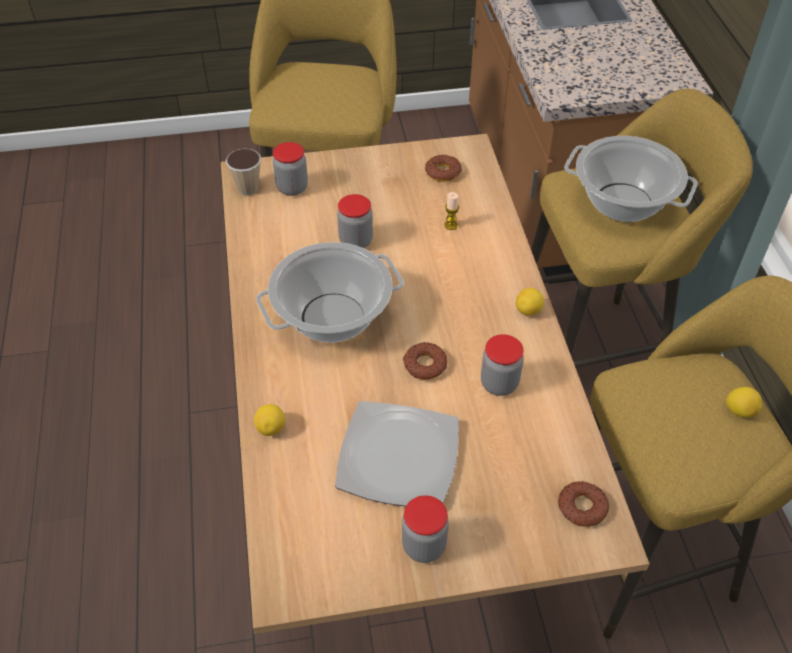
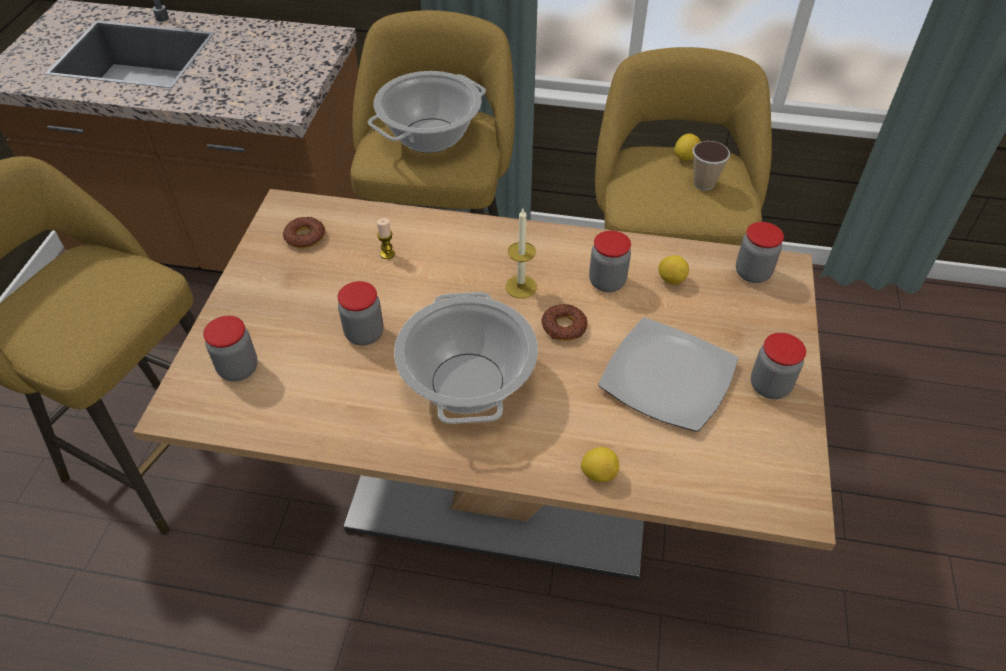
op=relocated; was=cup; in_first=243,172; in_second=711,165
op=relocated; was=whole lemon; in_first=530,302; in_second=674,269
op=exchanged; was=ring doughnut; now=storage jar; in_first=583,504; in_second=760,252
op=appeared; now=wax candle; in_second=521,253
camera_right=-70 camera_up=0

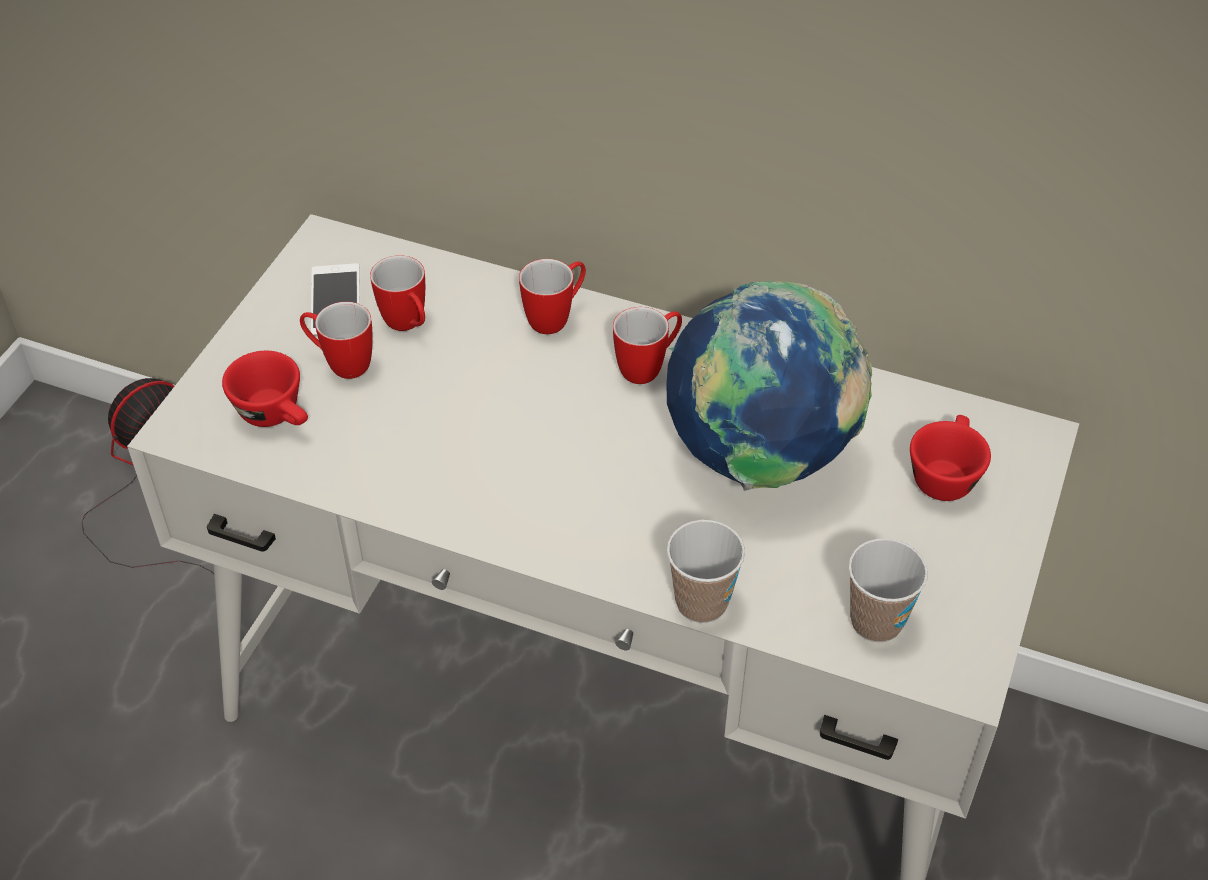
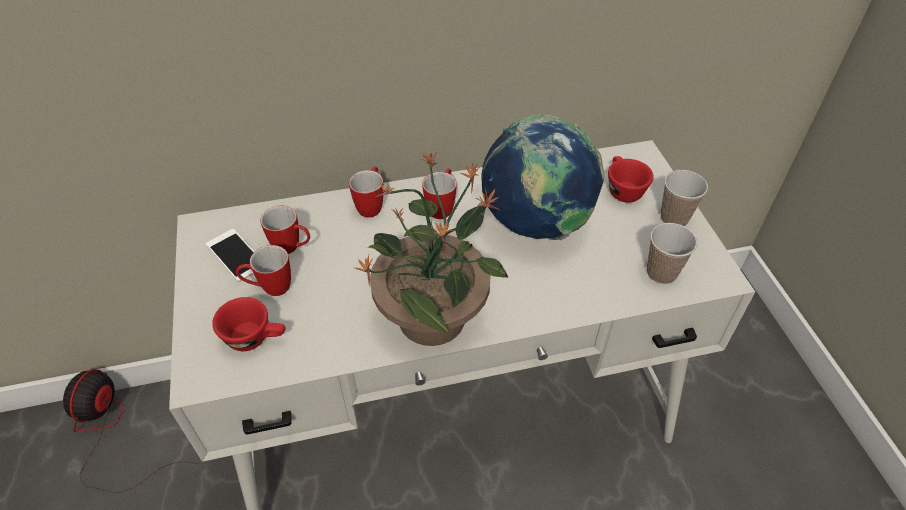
op=relocated; was=cup; in_first=706,571; in_second=684,198
op=appeared; now=potted plant; in_second=431,248
camera_right=-35 camera_up=0

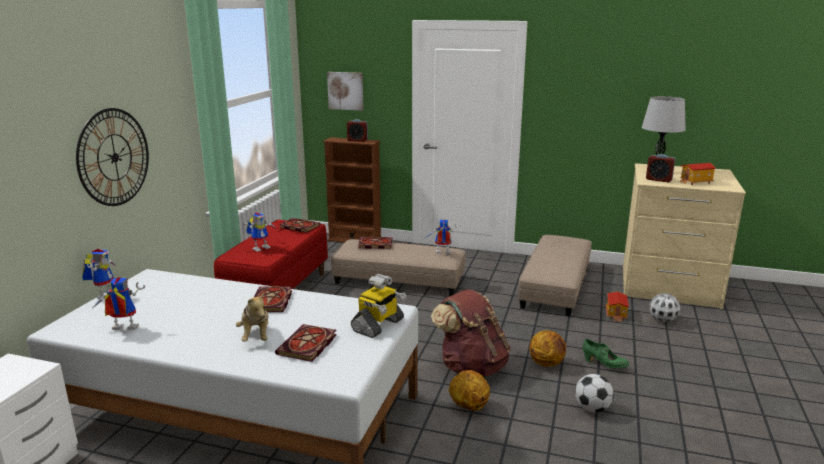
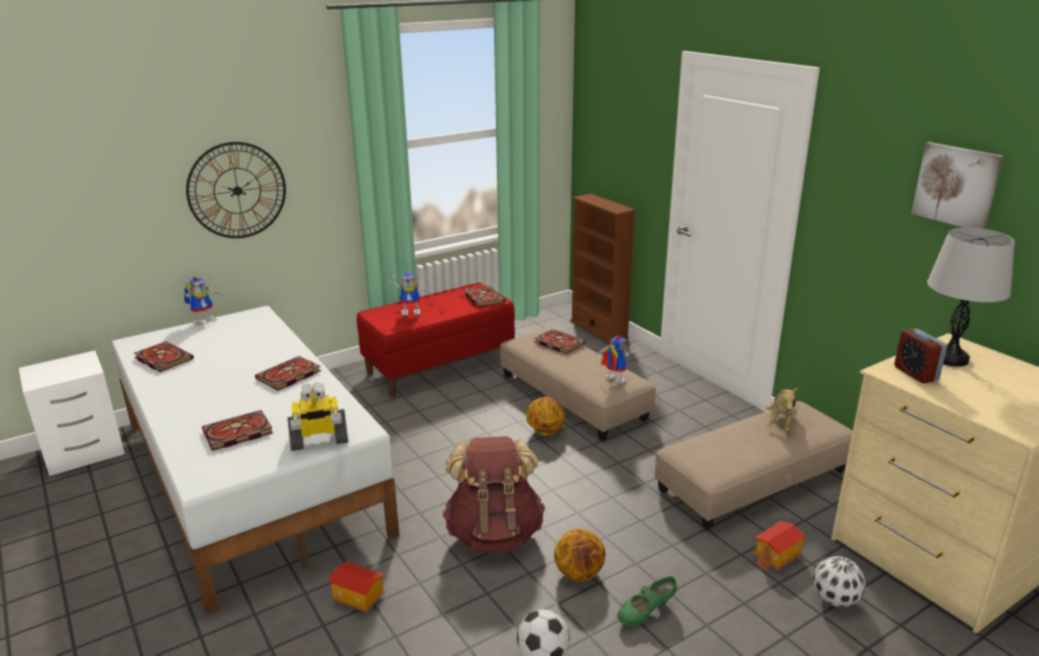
op=relocated; was=wall art; in_first=345,91; in_second=957,185
op=missing; was=bedside clock; in_first=357,130
op=relocated; was=model house; in_first=698,174; in_second=357,587
op=exchanged; was=robot figure; now=bound book; in_first=119,304; in_second=163,356
op=relocated; was=cuddly toy; in_first=252,317; in_second=782,409
op=spun; was=green-coloured low shoe; in_first=605,353; in_second=647,601; clockwise=75
op=relocated; was=basketball; in_first=469,390; in_second=545,416
camera_right=40 camera_up=5

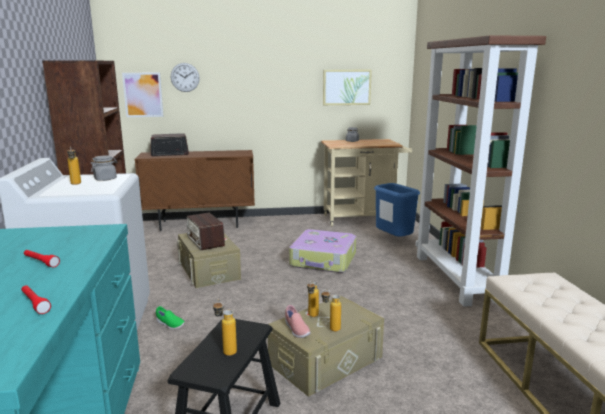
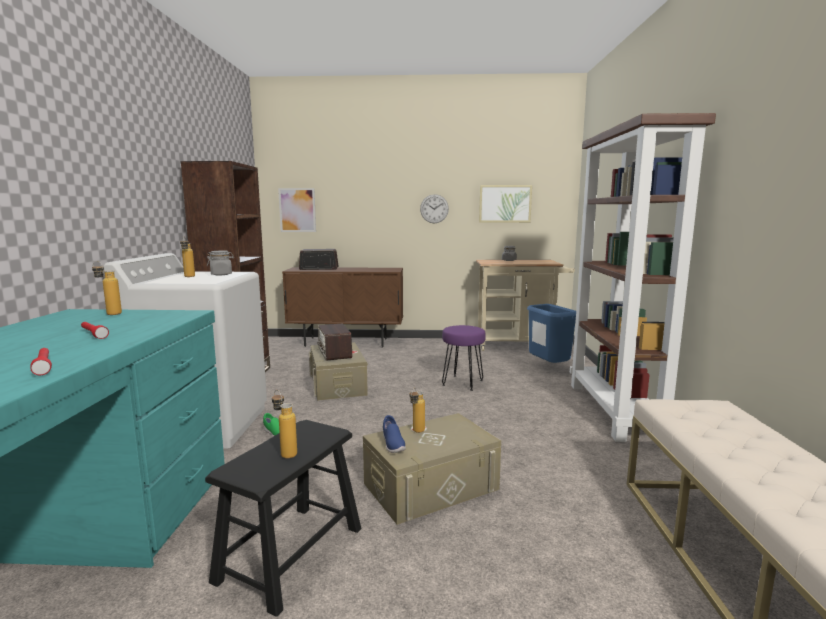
op=relocated; was=clock on the wall; in_first=185,77; in_second=434,208
op=exchanged; was=piece of luggage; now=purple stool seat; in_first=322,251; in_second=464,358
op=relocated; was=bottle; in_first=331,310; in_second=107,288
op=colour; was=pinkish low shoe; now=blue-coloured low shoe; in_first=298,321; in_second=394,434
camera_right=10 camera_up=-5

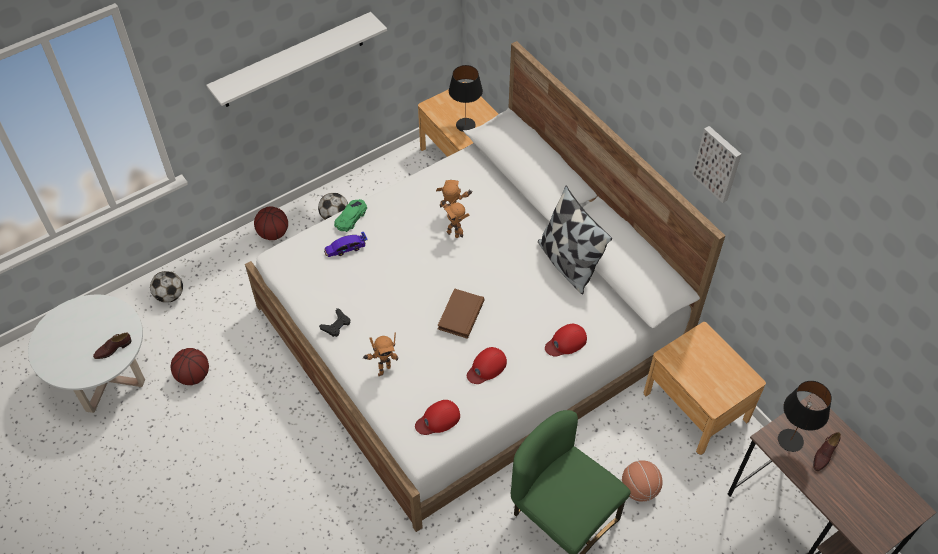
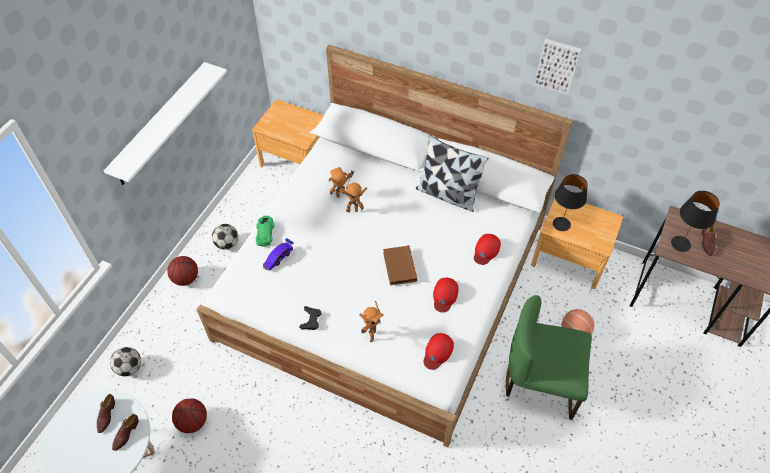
op=relocated; was=black lamp for a table; in_first=466,98; in_second=570,202
op=appeared; now=brown-coloured low shoe; in_second=106,413
camera_right=-30 camera_up=0

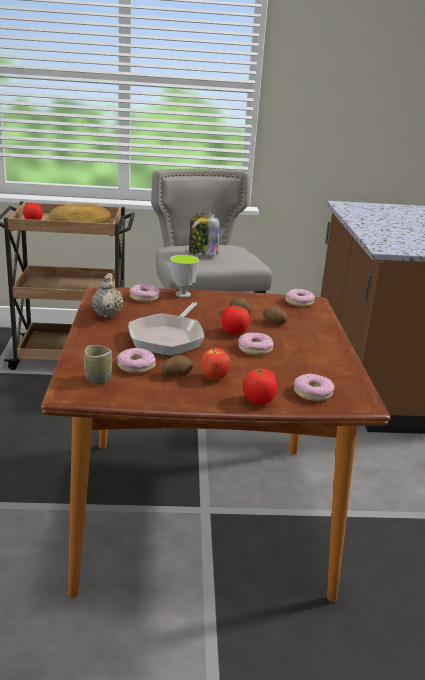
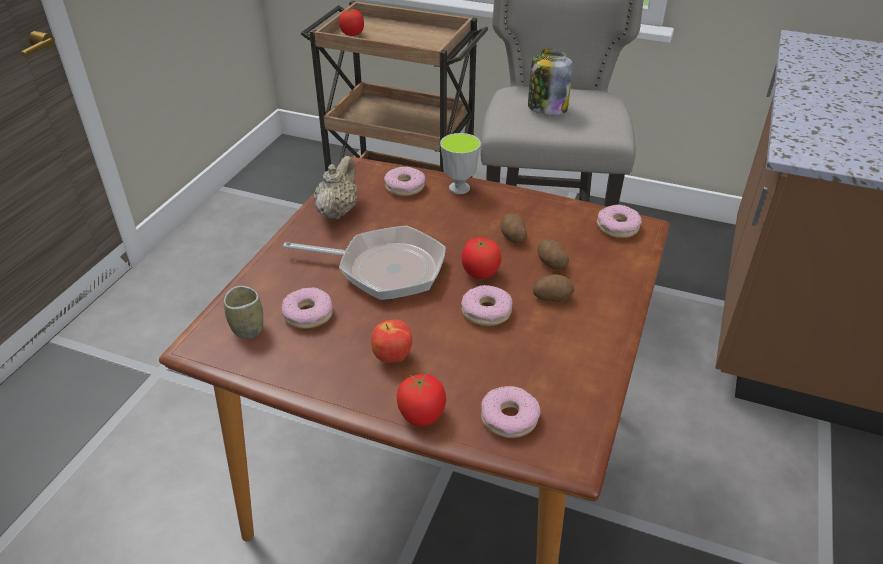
op=missing; was=bakery bread; in_first=80,213
op=spun; was=pan; in_first=166,329; in_second=364,263; clockwise=-120
op=relocated; was=spud; in_first=177,366; in_second=553,288
camera_right=25 camera_up=15

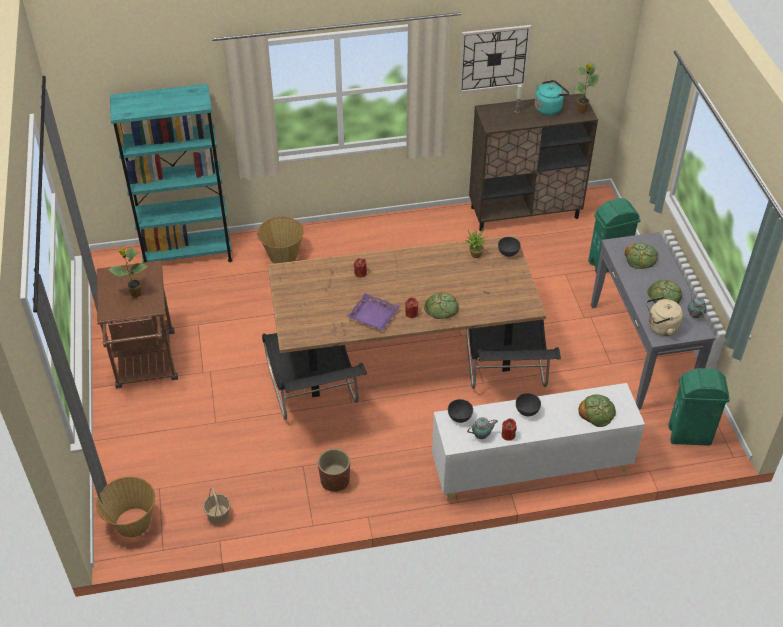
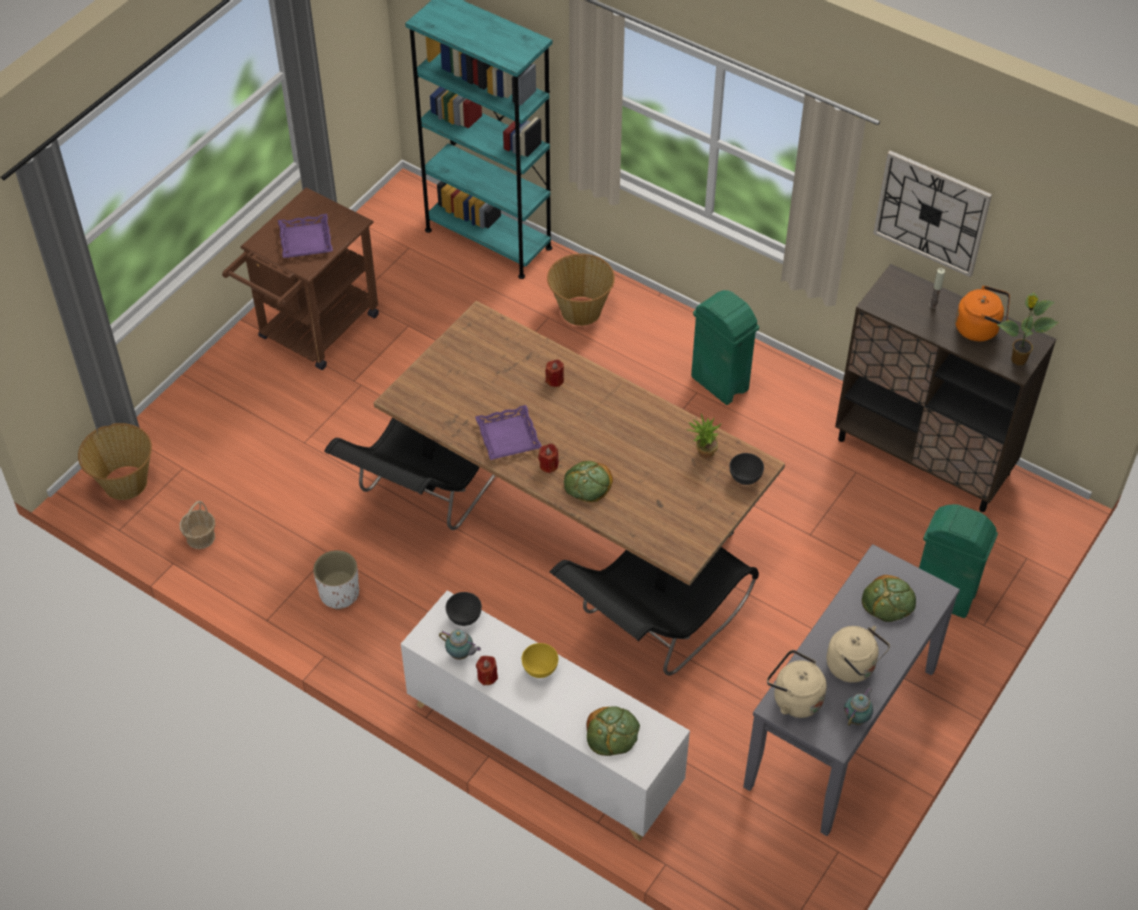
op=colour; was=turquoise-coloured tea kettle; now=orange-coloured tea kettle; in_first=552,97; in_second=982,313
op=exchanged; was=potted plant; now=purple serving tray; in_first=128,272; in_second=305,236
op=exchanged; was=bakery bread; now=sand-coloured tea kettle; in_first=664,292; in_second=858,654
op=relocated; was=green-coloured rubbish bin; in_first=699,407; in_second=725,347
op=colour; was=grey deep dish; now=yellow deep dish; in_first=528,404; in_second=540,660
op=colour; was=brown-coloured plant pot; now=white plant pot; in_first=334,470; in_second=336,580
camera_right=45 camera_up=5

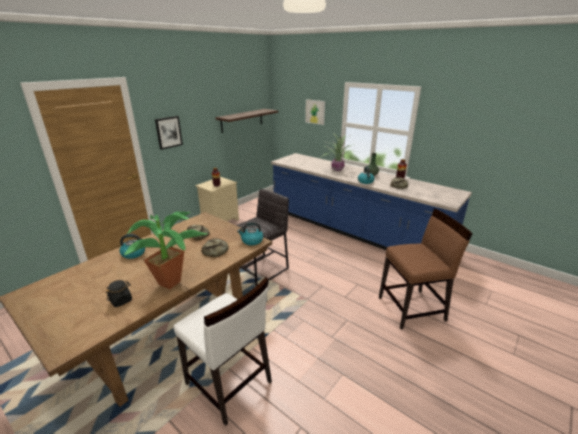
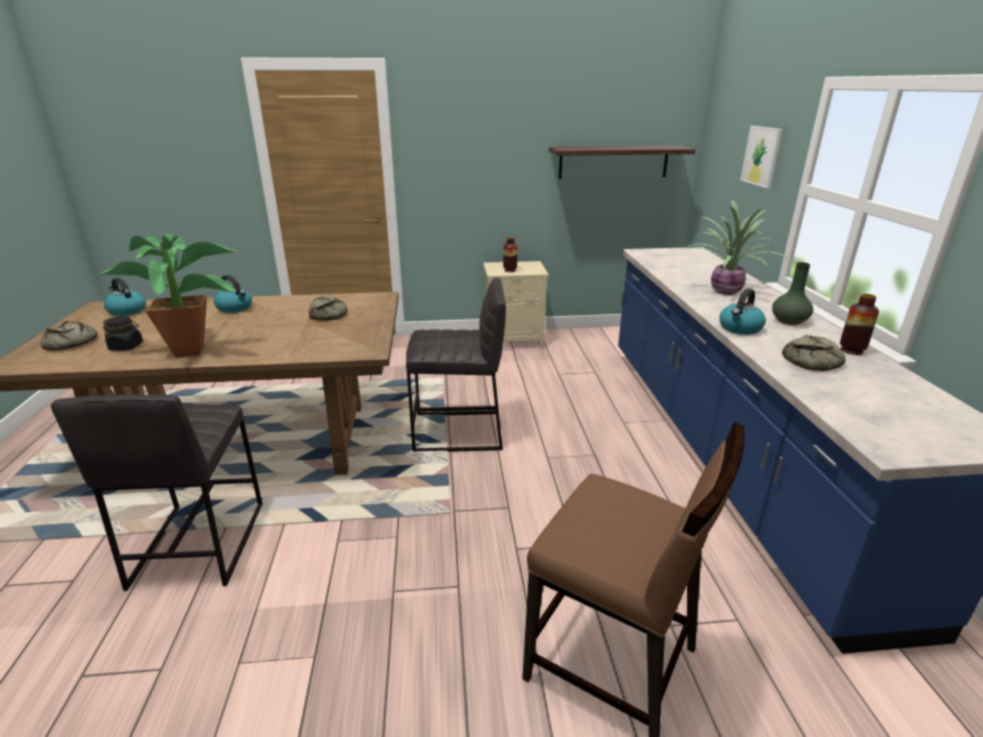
op=missing; was=wall art; in_first=169,133
op=relocated; was=tea kettle; in_first=250,234; in_second=125,297
op=relocated; was=bakery bread; in_first=215,247; in_second=69,335
op=exchanged; was=white chair; now=grey stool seat; in_first=223,351; in_second=157,493
camera_right=45 camera_up=0

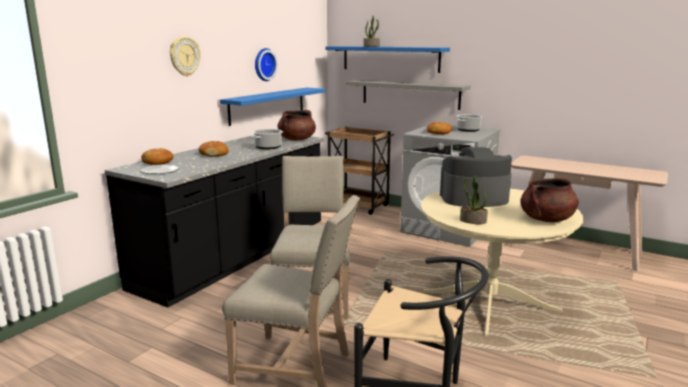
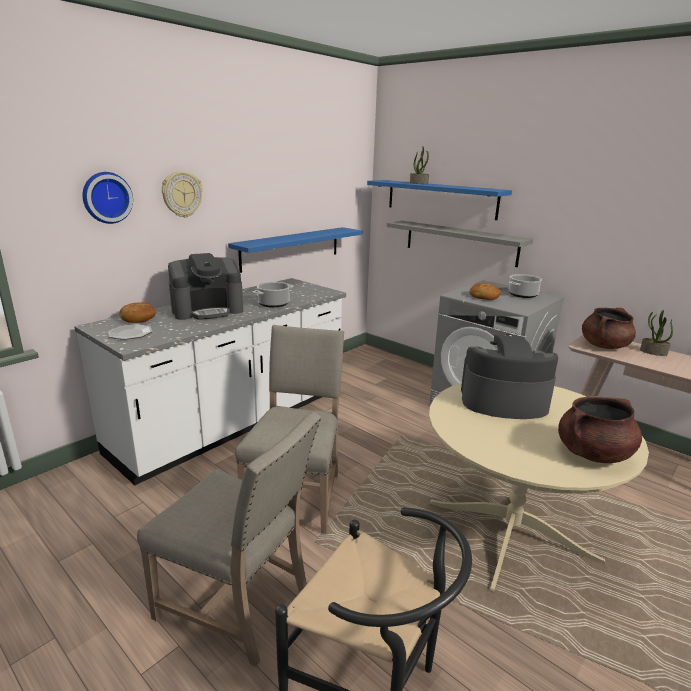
op=relocated; was=clock on the wall; in_first=266,64; in_second=107,198
op=relocated; was=brown-coloured saucepot; in_first=297,125; in_second=609,328
op=missing; was=brown-coloured cart; in_first=359,171
op=colour; was=black kitchen base unit; now=white kitchen base unit; in_first=214,221; in_second=210,381
op=exchanged; was=bakery bread; now=coffee brewer; in_first=214,149; in_second=205,286
op=relocated; was=potted plant; in_first=474,199; in_second=656,333
camera_right=10 camera_up=5

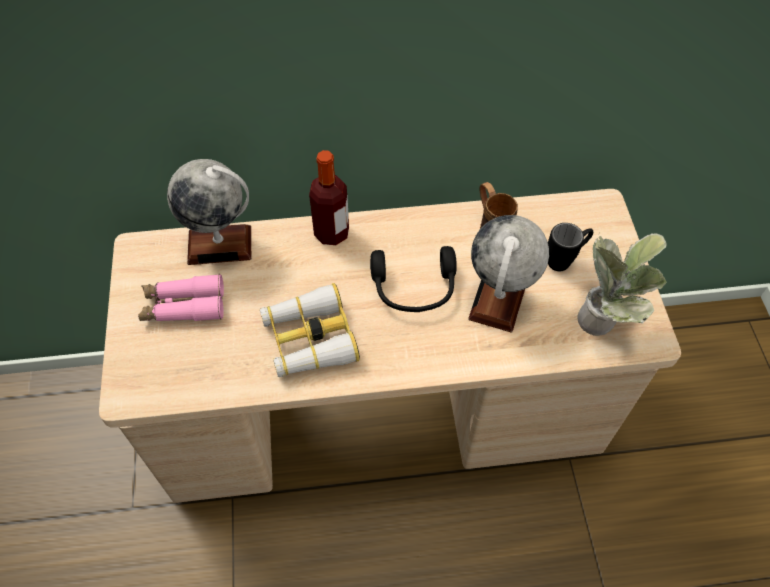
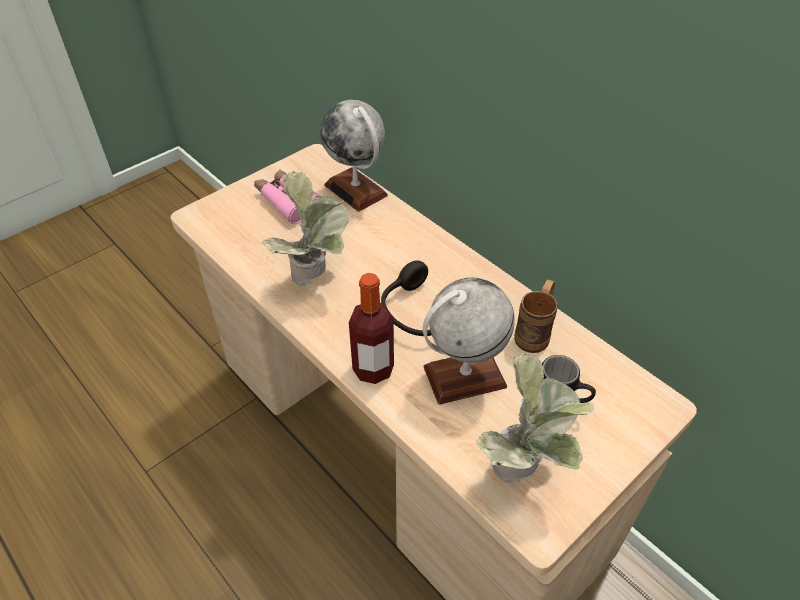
op=relocated; was=bottle; in_first=329,197; in_second=371,328
op=exchanged; was=pair of binoculars; now=potted plant; in_first=310,330; in_second=305,228
camera_right=55 camera_up=-10

